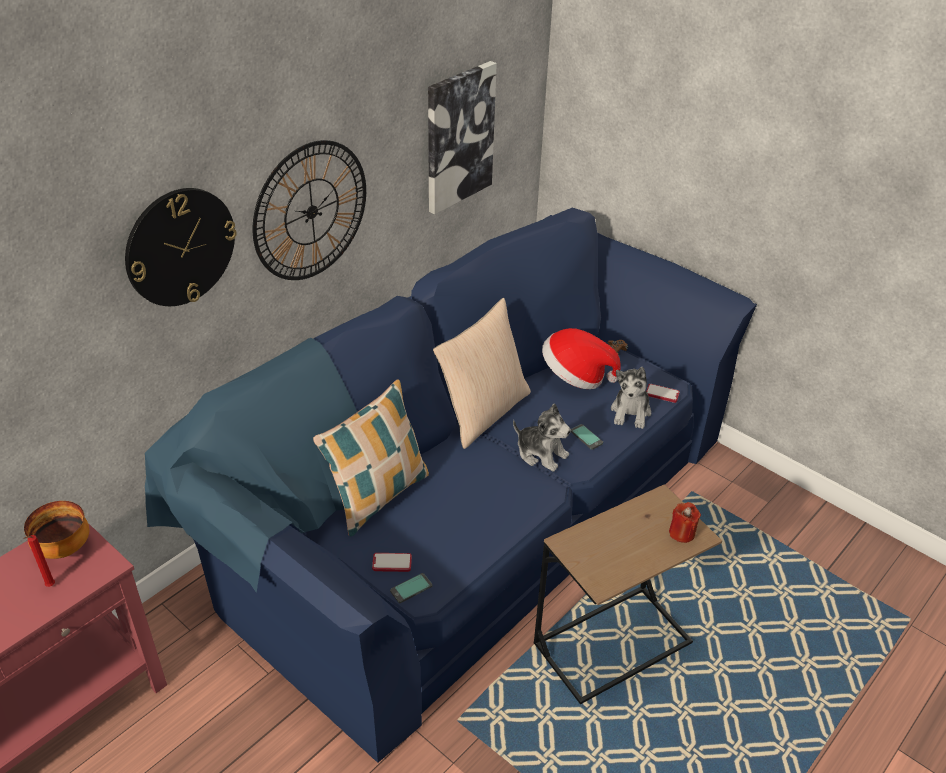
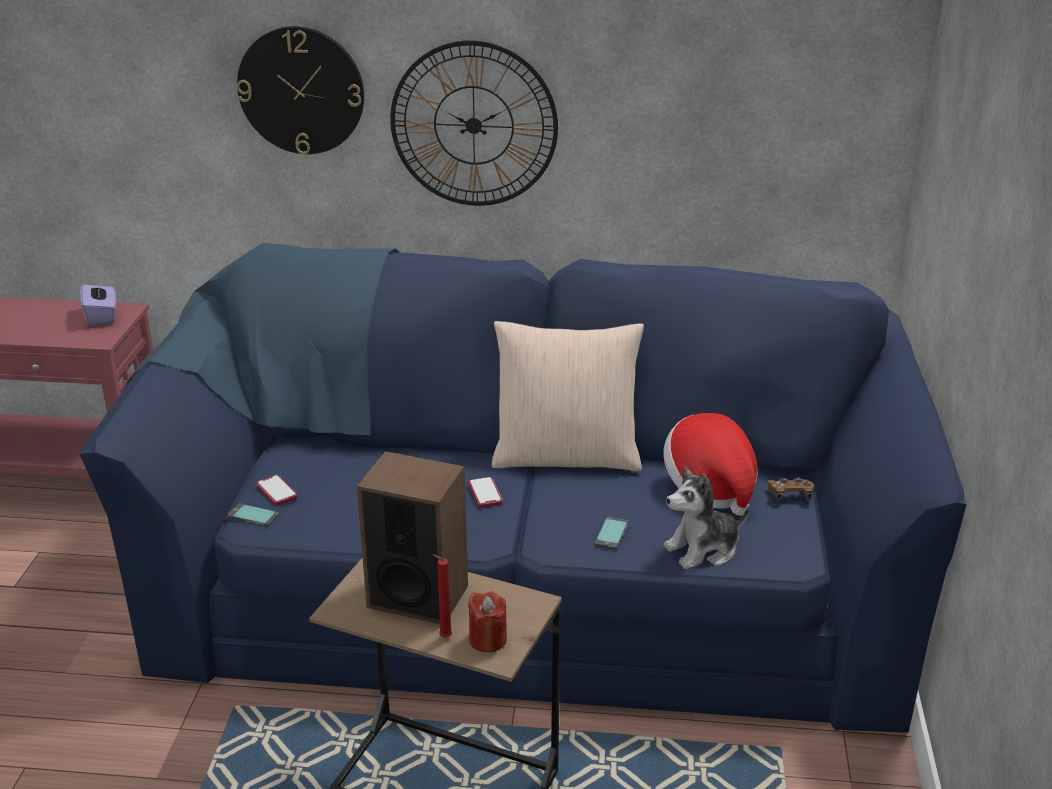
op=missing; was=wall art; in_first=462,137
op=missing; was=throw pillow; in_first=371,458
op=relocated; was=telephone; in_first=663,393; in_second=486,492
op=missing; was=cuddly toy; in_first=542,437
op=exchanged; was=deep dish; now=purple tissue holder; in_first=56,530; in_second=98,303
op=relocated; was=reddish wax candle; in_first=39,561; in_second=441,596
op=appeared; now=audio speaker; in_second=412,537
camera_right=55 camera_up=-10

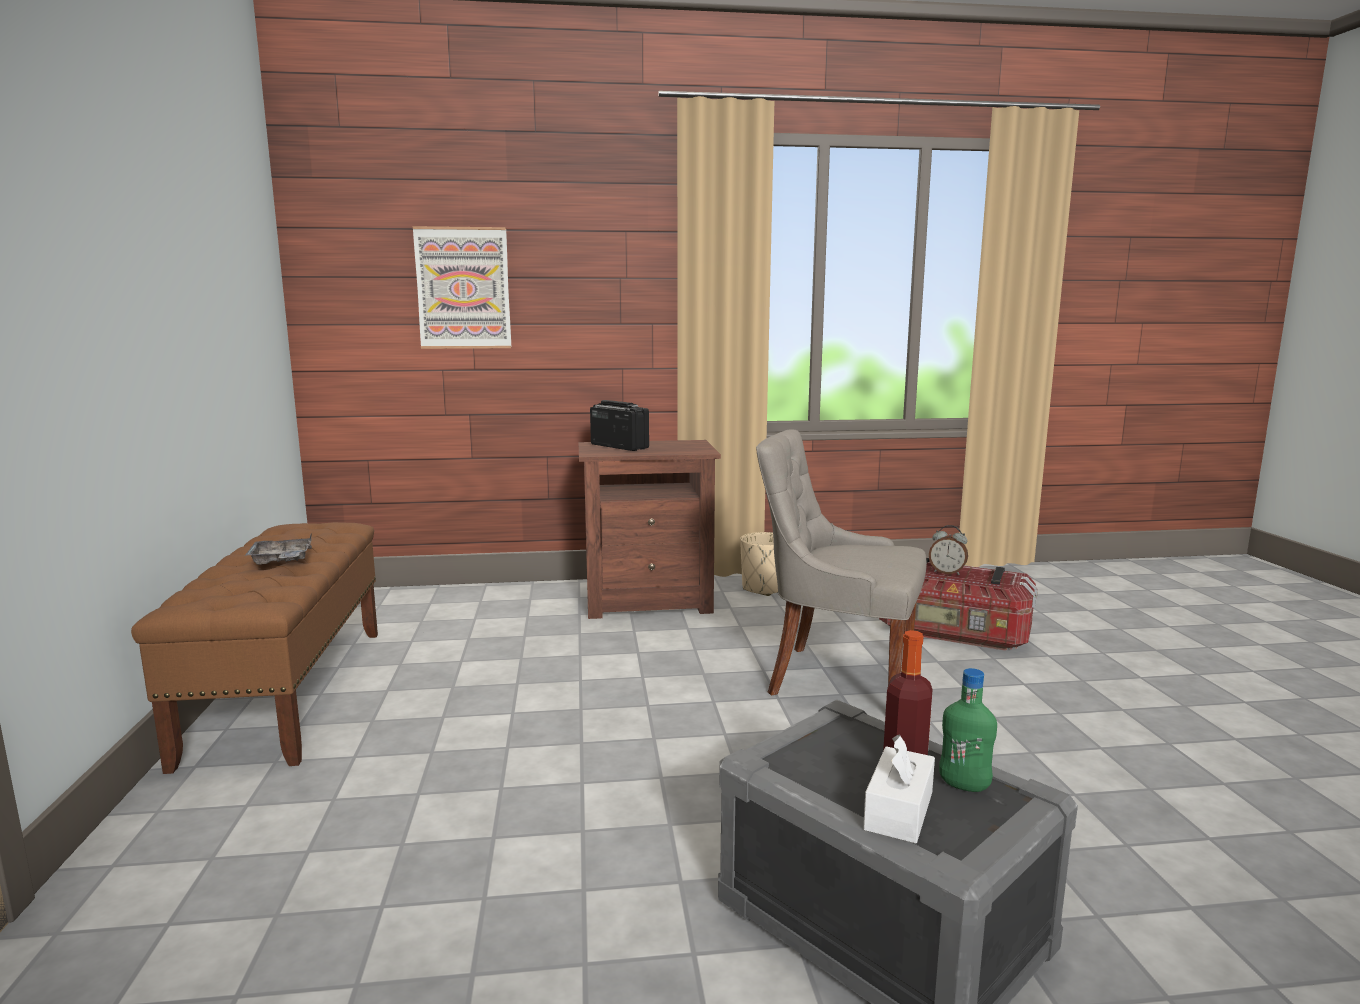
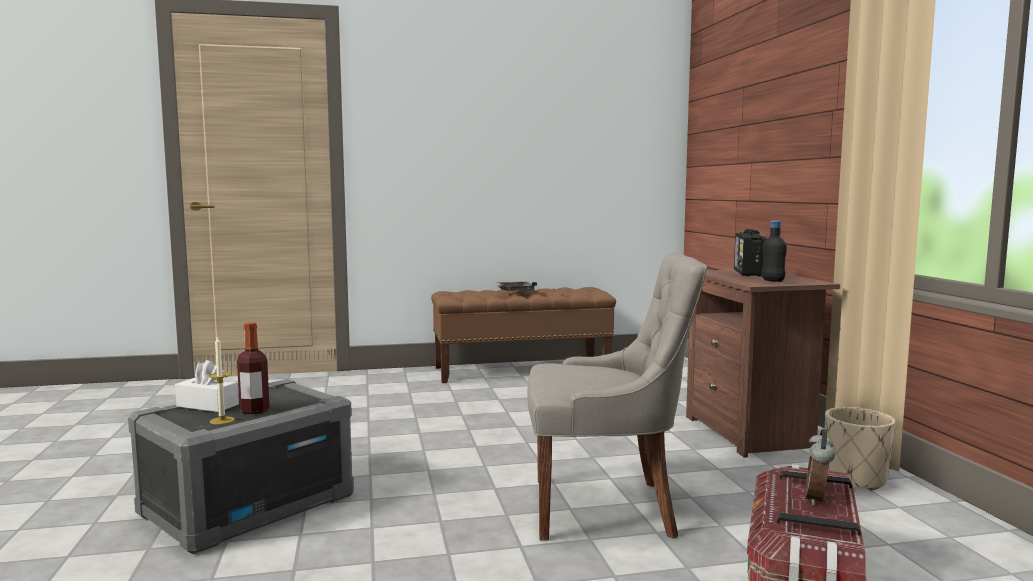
op=missing; was=wall art; in_first=462,287
op=spun; was=radio; in_first=619,425; in_second=750,253; clockwise=150
op=spun; was=grey chair; in_first=841,562; in_second=617,396; clockwise=75
op=exchanged; was=green-coloured bottle; now=wax candle; in_first=968,730; in_second=222,380
op=appeared; now=black bottle; in_second=774,251
camera_right=85 camera_up=-5

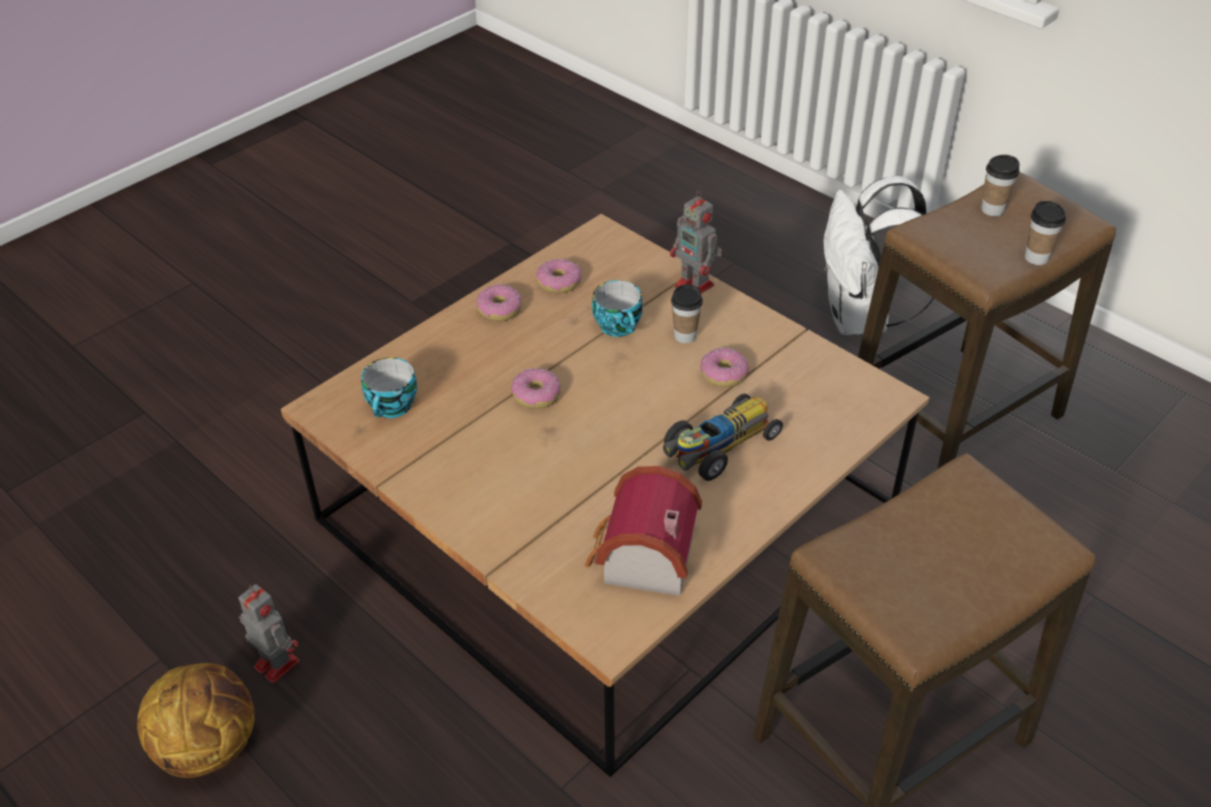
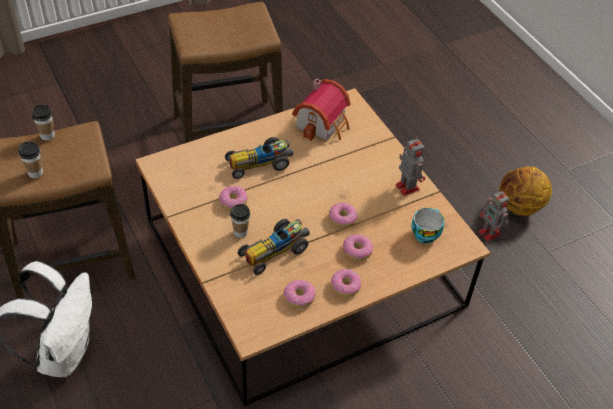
op=relocated; was=robot figure; in_first=696,242; in_second=410,166
op=exchanged; was=cup; now=miniature car; in_first=617,308; in_second=274,247
op=appeared; now=ring doughnut; in_second=358,247
camera_right=-165 camera_up=5

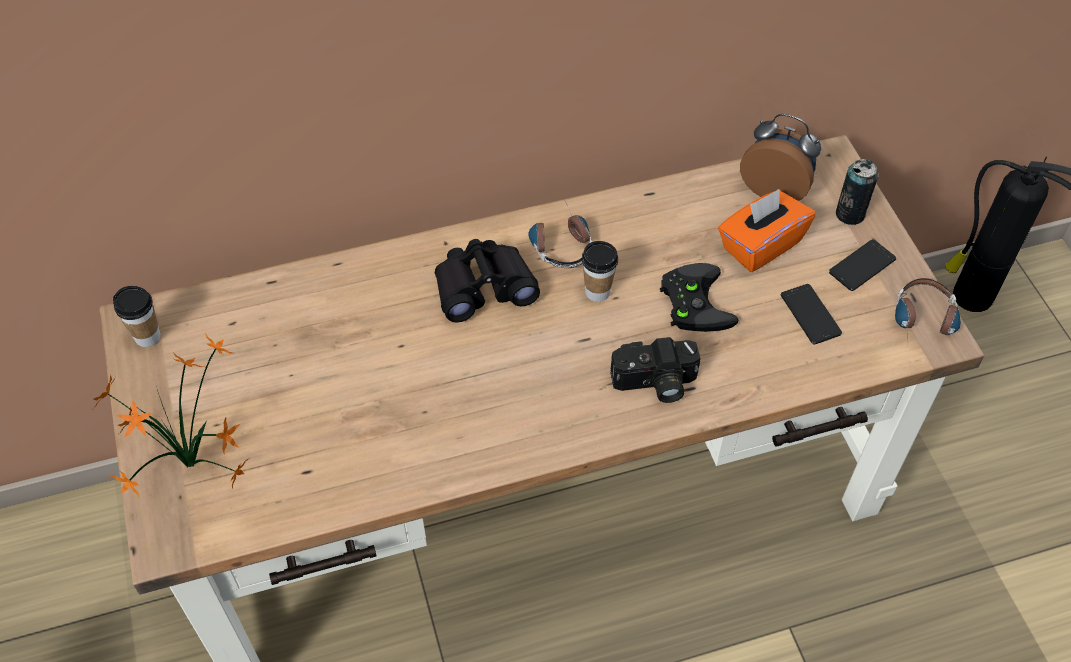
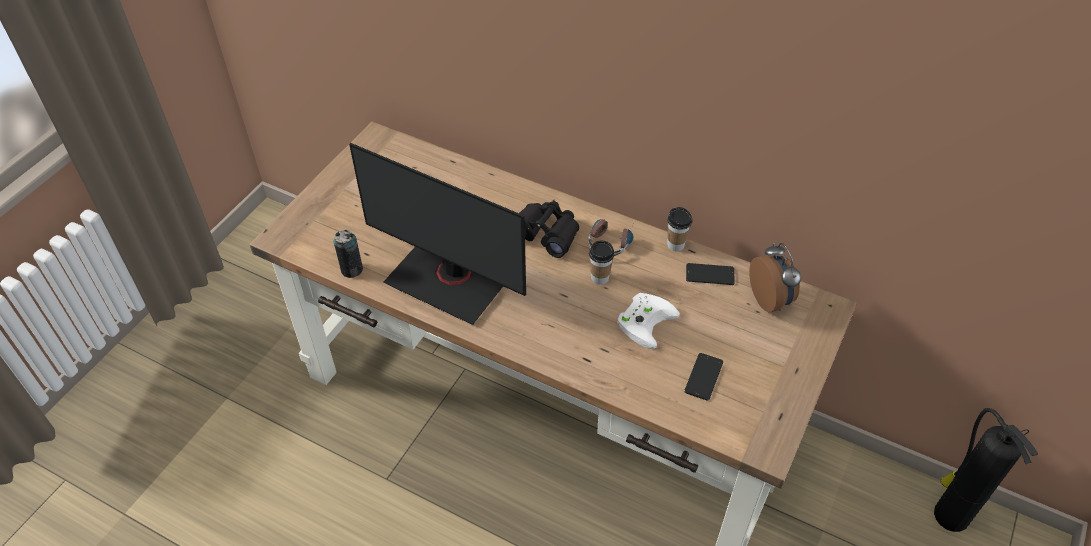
op=relocated; was=metal can; in_first=857,192; in_second=348,254
op=missing; was=orange-coloured tissue holder; in_first=766,230
op=relocated; was=telephone; in_first=862,265; in_second=710,274
op=colour; was=black game controller; now=white game controller; in_first=699,297; in_second=648,321
op=missing; was=headphones; in_first=928,309
op=relocated; was=cup; in_first=137,316; in_second=679,229
op=missing; was=potted plant; in_first=171,416
op=missing; was=still camera; in_first=655,370
op=appeared; now=computer display; in_second=437,234
camera_right=45 camera_up=-5

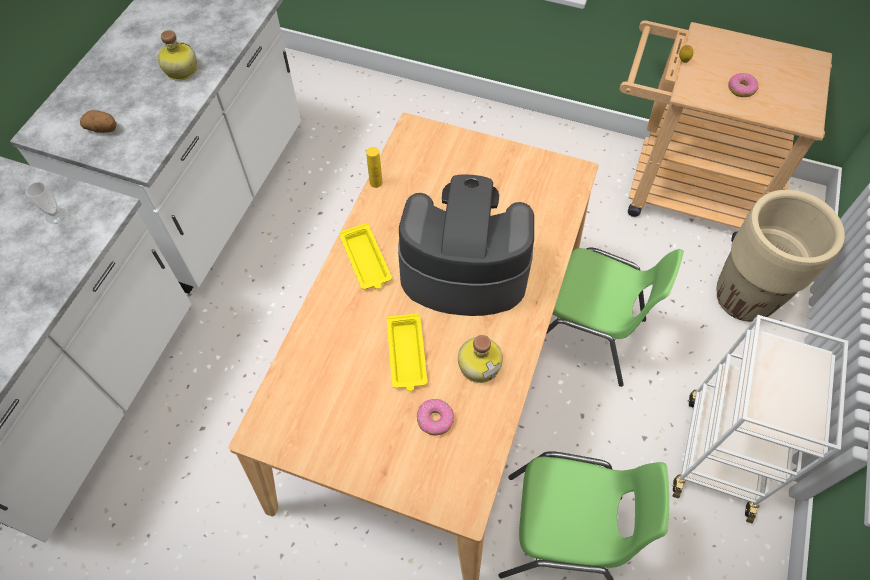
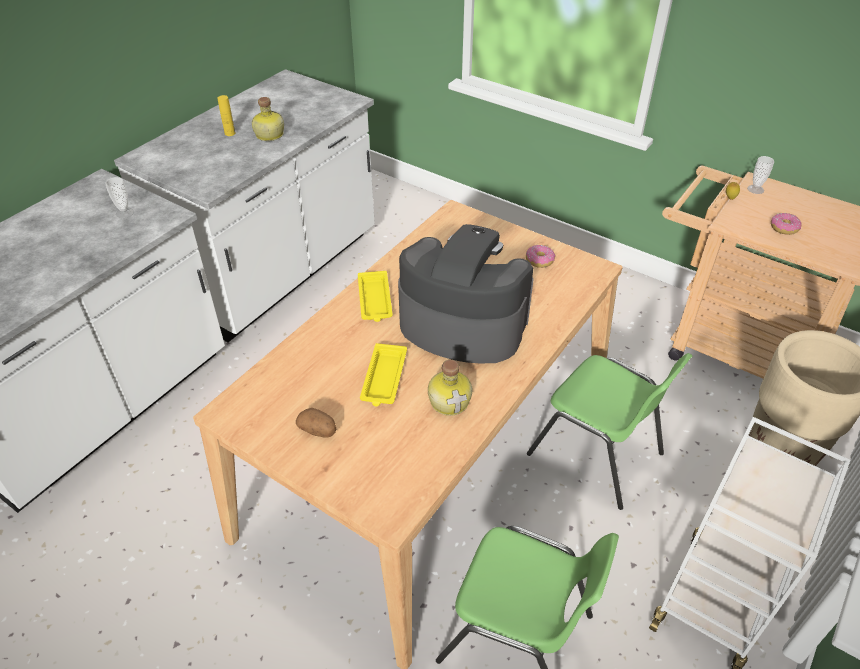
op=relocated; was=spud; in_first=98,121; in_second=316,422
op=relocated; was=yellow bottle; in_first=374,167; in_second=226,115
op=relocated; was=ring doughnut; in_first=435,417; in_second=540,256
op=appeared; now=cup; in_second=760,175
camera_right=15 camera_up=-15

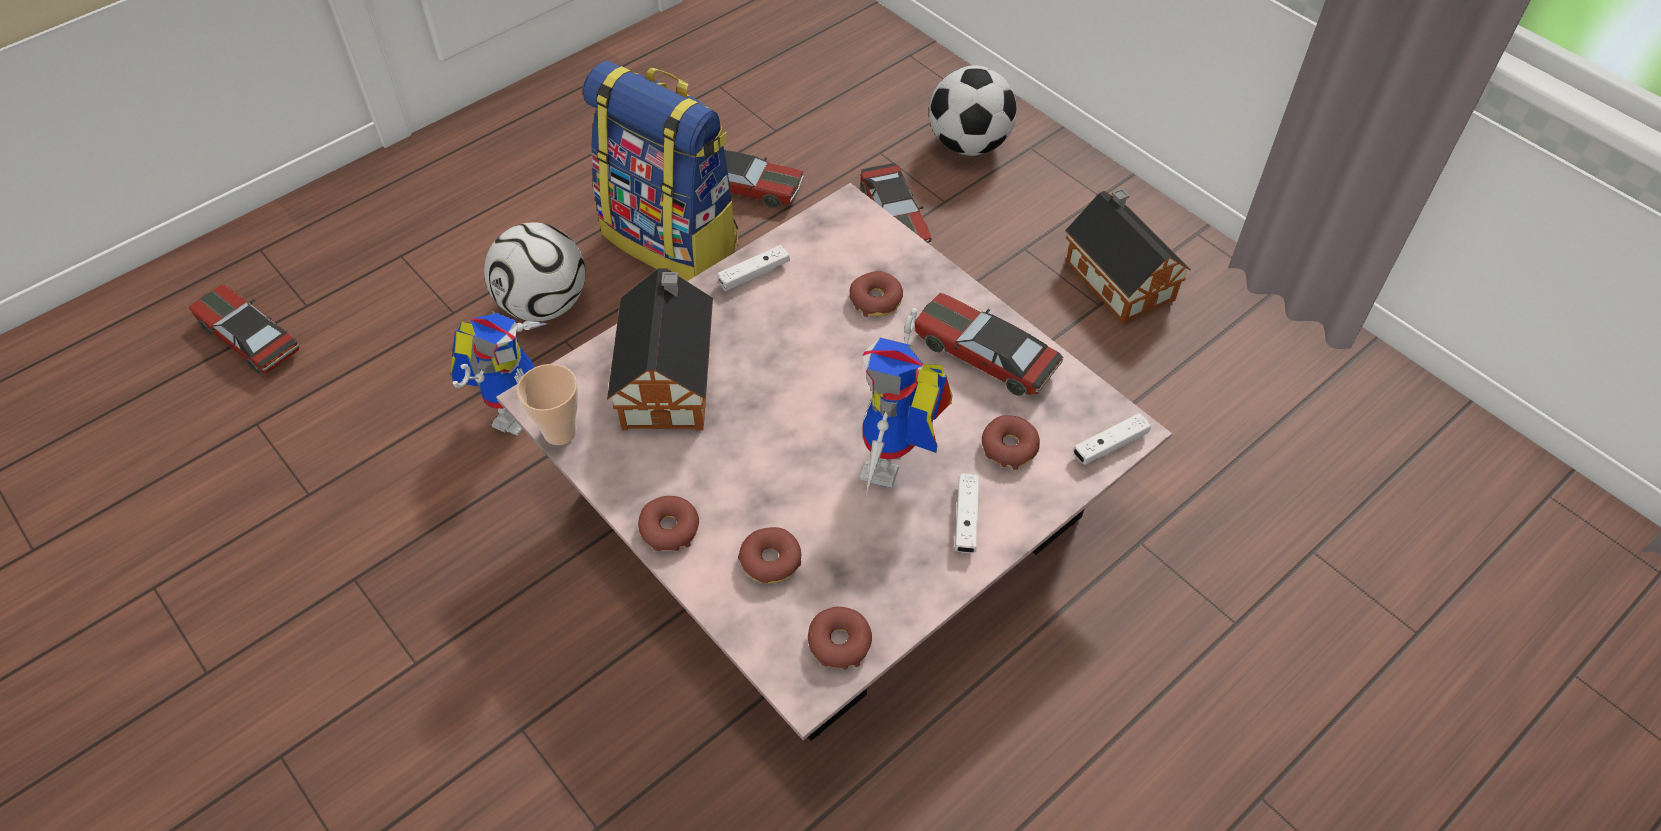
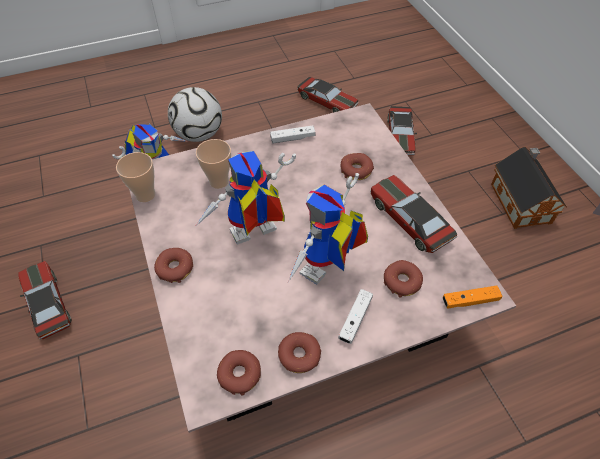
op=missing; was=backpack; in_first=661,171
op=missing; was=football; in_first=973,110
op=exchanged; was=model house; now=cup; in_first=660,349; in_second=213,164
op=relocated; was=miniature car; in_first=244,328; in_second=45,300
op=colour; was=white game controller; now=orange-coloured game controller; in_first=1112,439; in_second=472,297
op=relocated; was=ring doughnut; in_first=769,555; in_second=299,352
op=appeared; now=robot figure; in_second=245,198
camera_right=20 camera_up=0

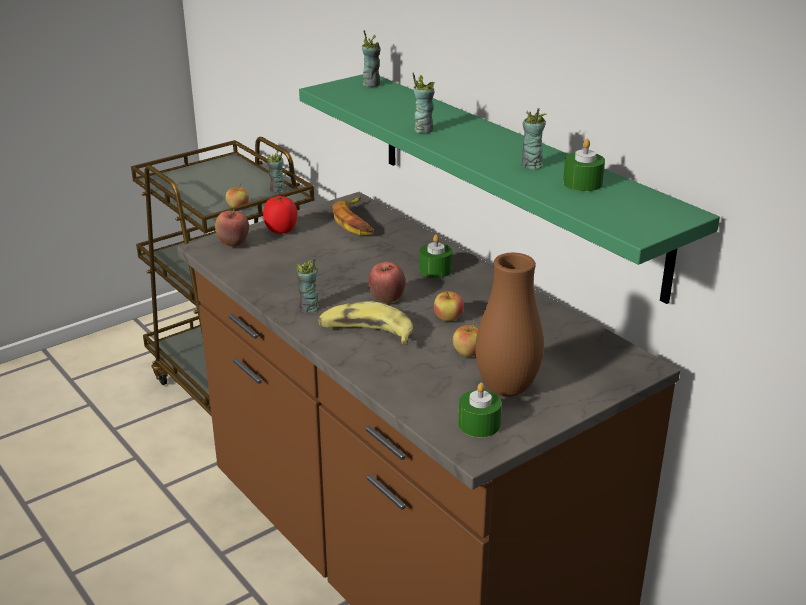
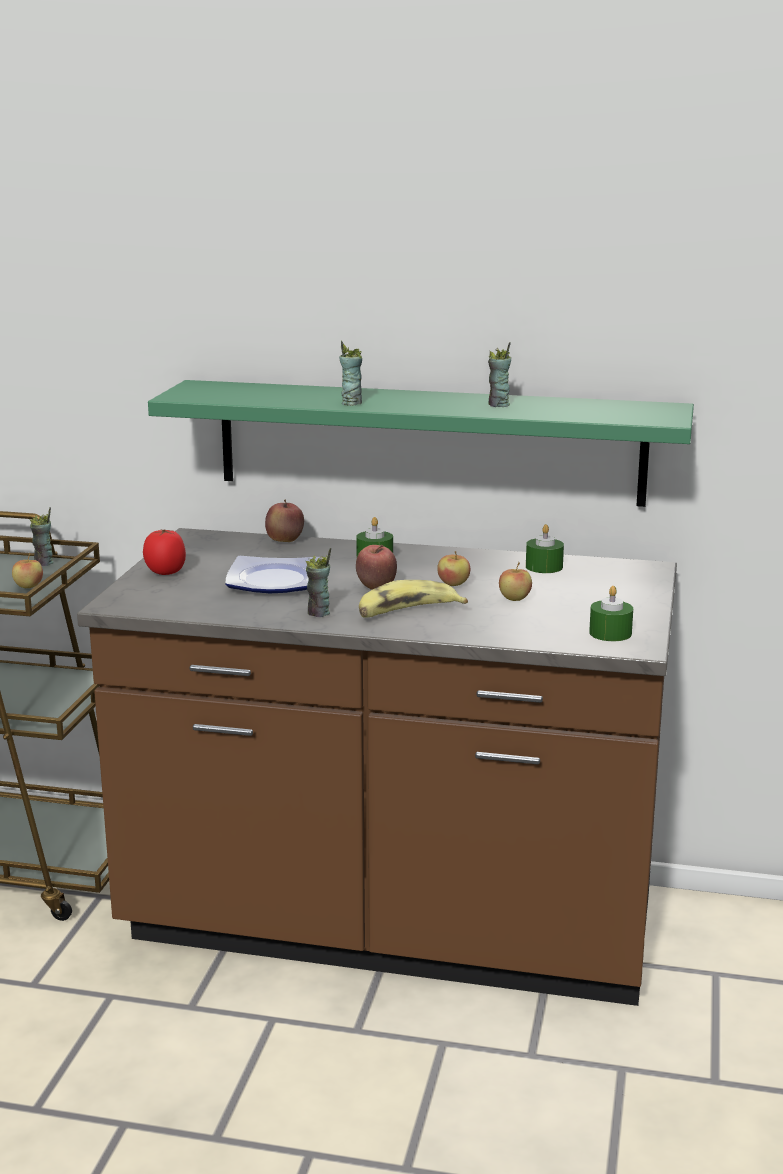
op=missing; was=cup; in_first=371,58
op=relocated; was=green-coloured wax candle; in_first=584,165; in_second=545,548
op=missing; was=banana; in_first=353,216
op=relocated; was=apple; in_first=232,228; in_second=284,520
op=missing; was=brown-coloured flower vase; in_first=509,325
op=appeared; now=plate; in_second=272,574
camera_right=-40 camera_up=-10

